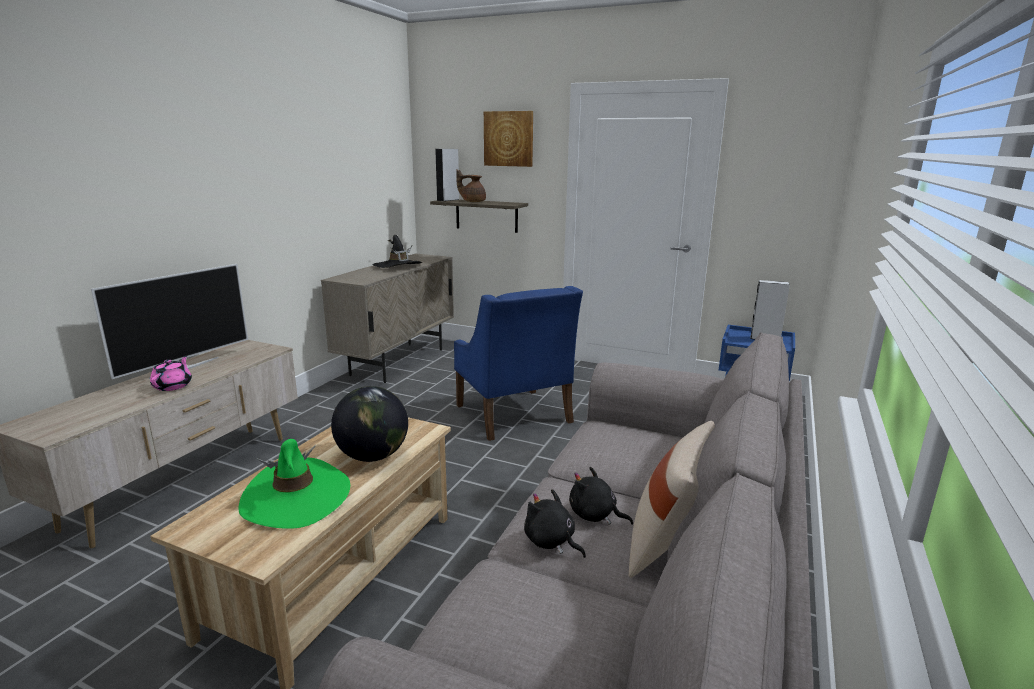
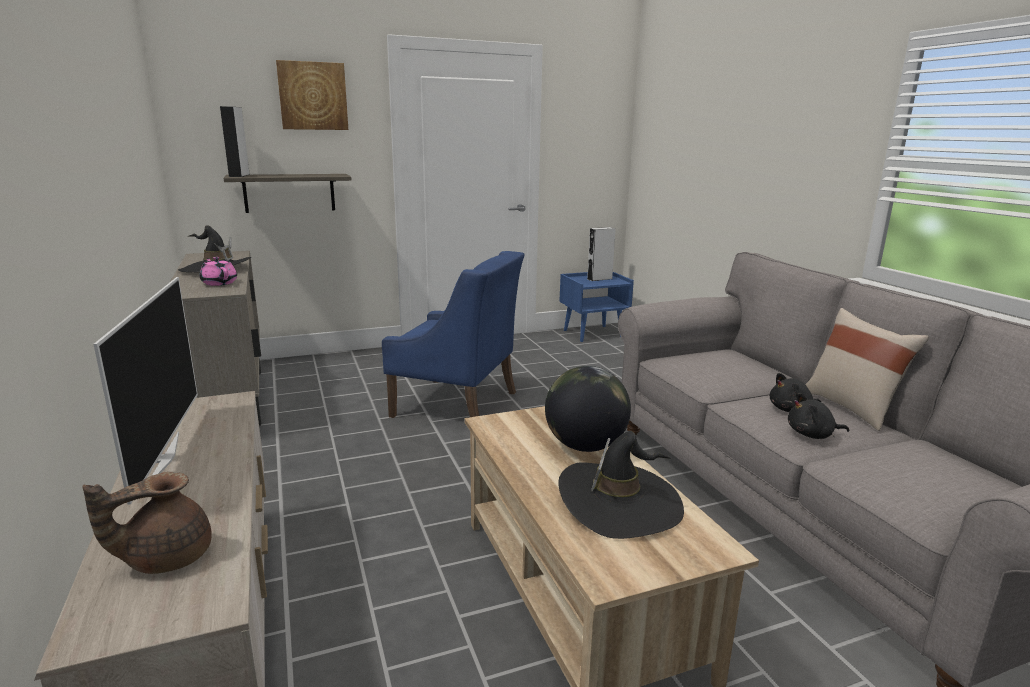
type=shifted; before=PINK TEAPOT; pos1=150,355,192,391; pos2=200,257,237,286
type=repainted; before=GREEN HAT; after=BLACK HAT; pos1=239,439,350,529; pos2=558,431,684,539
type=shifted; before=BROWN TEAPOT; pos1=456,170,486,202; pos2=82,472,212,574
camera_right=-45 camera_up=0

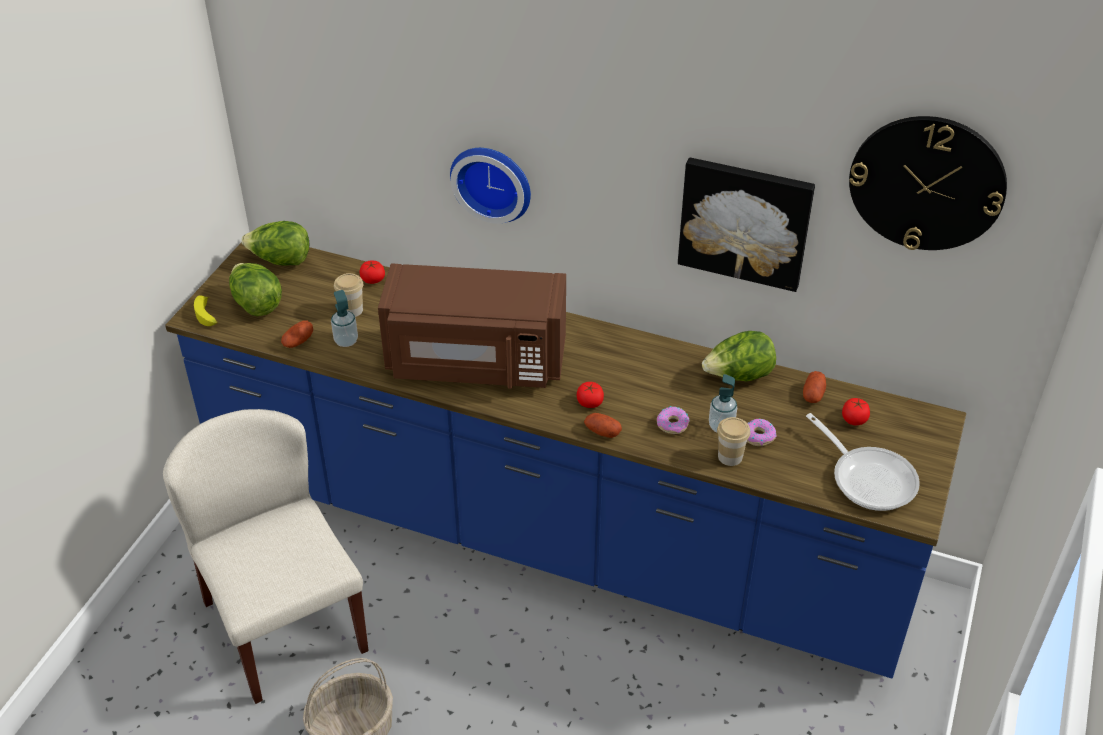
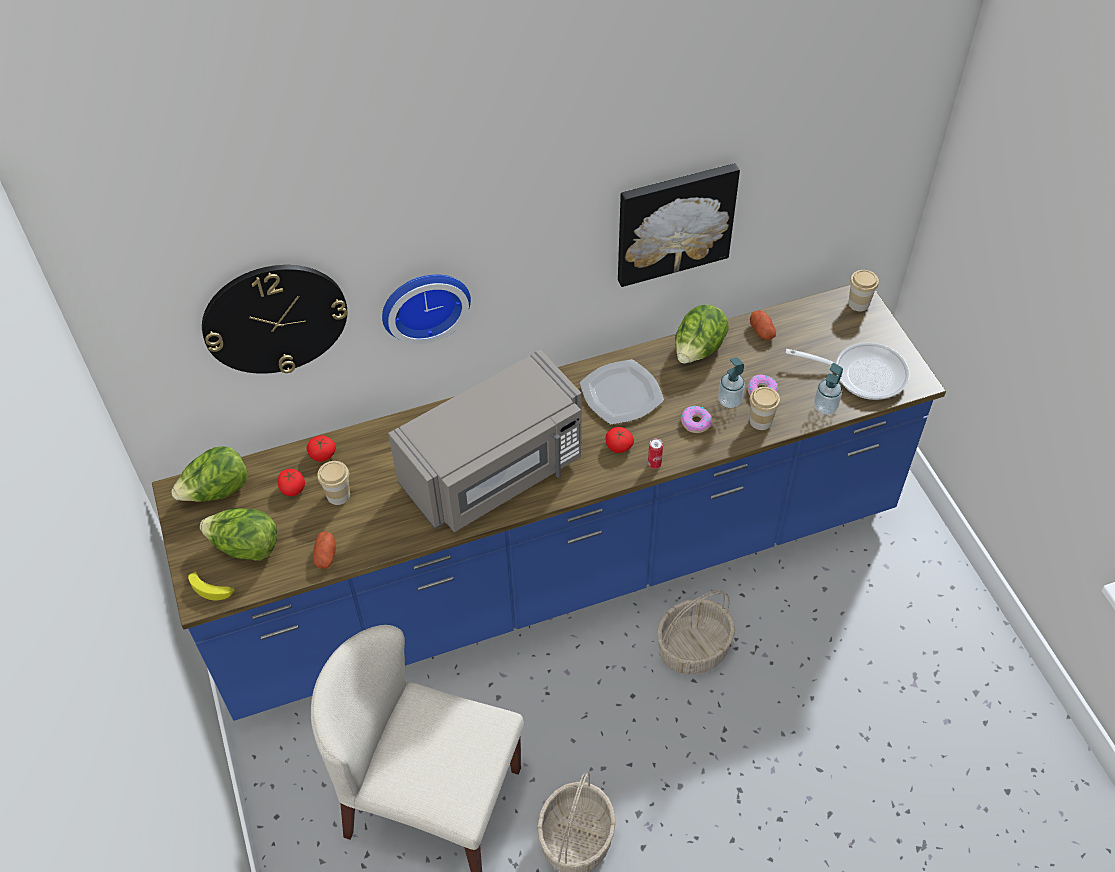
type=shifted; before=SOAP DISPENSER; pos1=331,290,358,347; pos2=814,363,843,415
type=repainted; before=BROWN MICROWAVE; after=GREY MICROWAVE; pos1=378,263,566,389; pos2=388,350,582,532
type=swapped; before=POTATO; after=CAN; pos1=584,413,622,438; pos2=648,438,663,469
type=shifted; before=TOMATO; pos1=842,398,870,425; pos2=277,469,305,496
type=shifted; before=WALL CLOCK; pos1=849,116,1007,250; pos2=202,265,347,374
type=new; after=PLATE; pos2=580,359,664,425
type=new; after=BASKET; pos2=657,590,735,675
type=new; after=CUP; pos2=848,270,879,311
camera_right=-40 camera_up=10

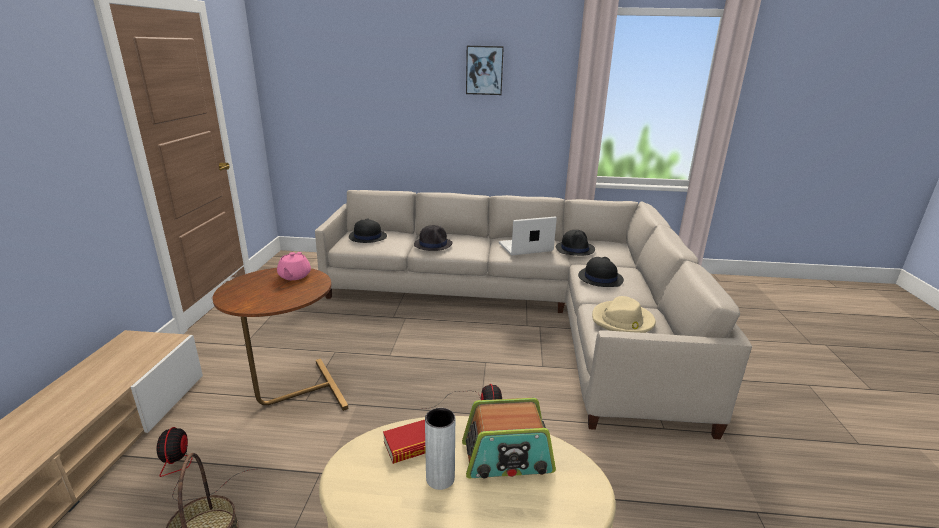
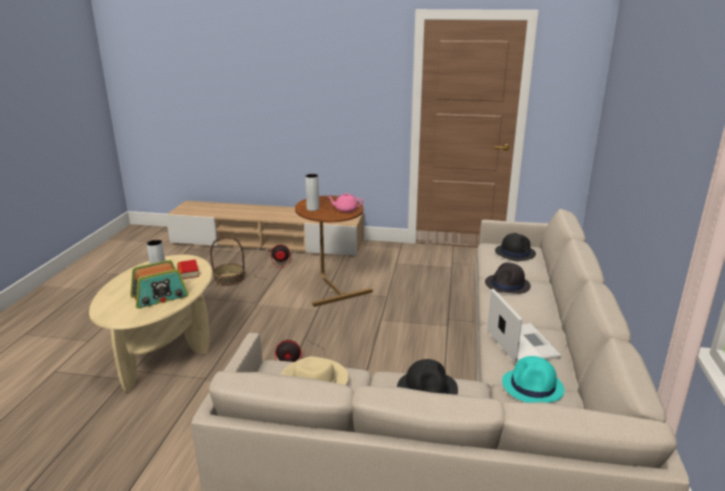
type=rotated; before=RADIO; pos1=462,398,556,478; pos2=130,260,188,309; turn=-120
type=gone; before=PICTURE; pos1=466,46,504,95
type=repainted; before=BLACK HAT; after=TURQUOISE HAT; pos1=556,230,595,256; pos2=502,356,564,403
type=new; after=GREY VASE; pos2=305,174,319,211
camera_right=95 camera_up=0

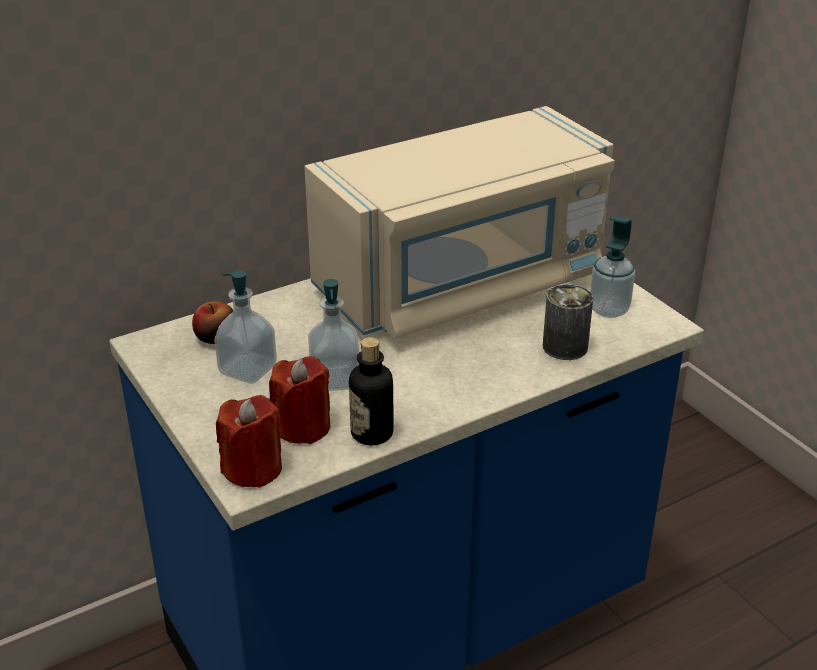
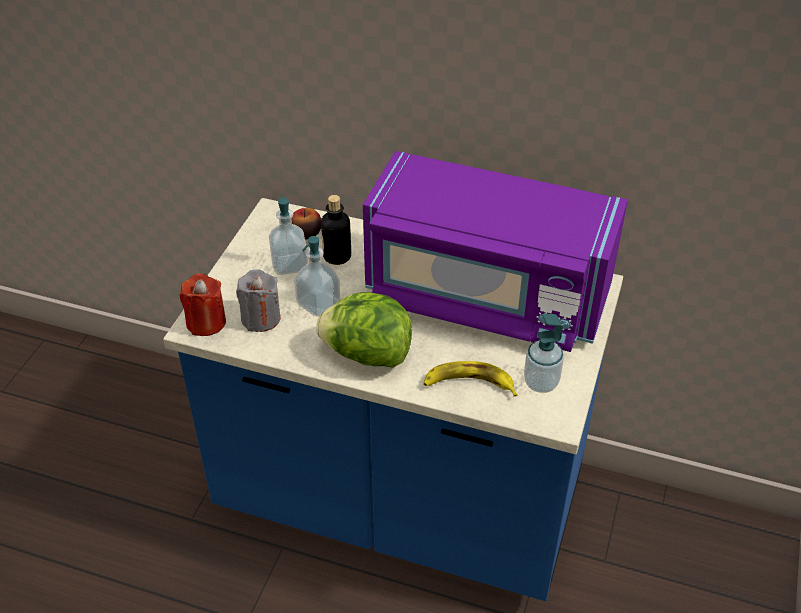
type=repainted; before=RED CANDLE; after=GREY CANDLE; pos1=269,356,331,444; pos2=236,269,281,332
type=repainted; before=BEIGE MICROWAVE; after=PURPLE MICROWAVE; pos1=304,106,615,339; pos2=363,151,628,352
type=shifted; before=BOTTLE; pos1=349,337,394,446; pos2=321,195,351,265
type=swapped; before=CAN; after=BANANA; pos1=543,284,593,360; pos2=423,361,517,397
type=new; after=LETTUCE; pos2=316,292,412,368
camera_right=50 camera_up=10

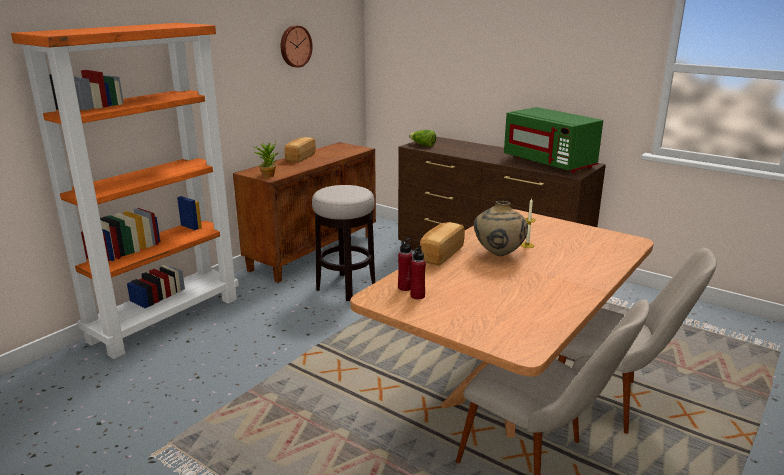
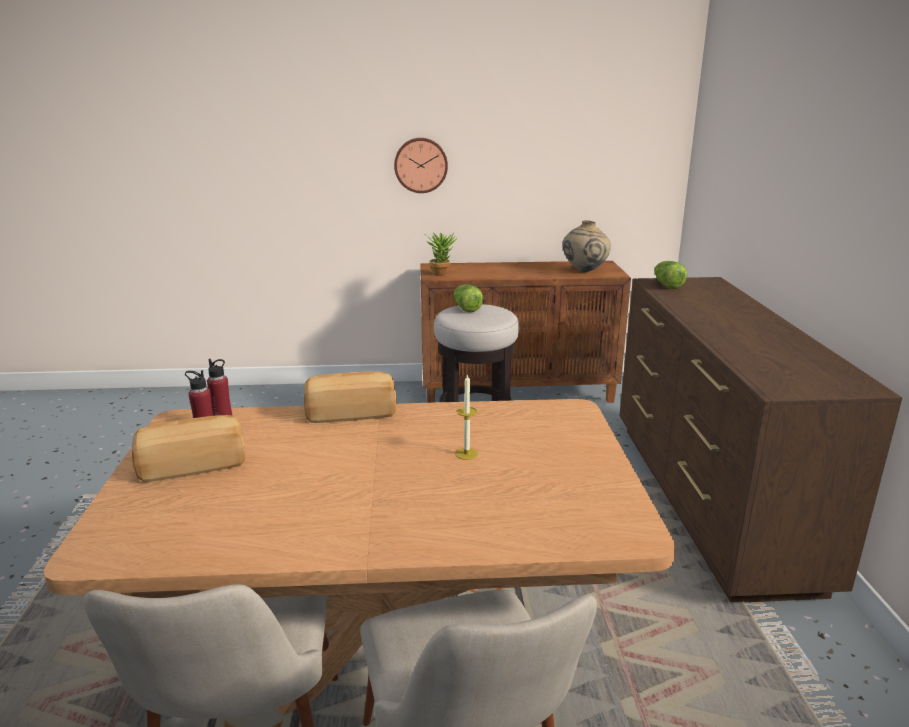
type=gone; before=ORANGE BOOKCASE; pos1=11,23,239,359
type=shifted; before=WALL CLOCK; pos1=281,25,313,68; pos2=394,138,448,193
type=shifted; before=BREAD; pos1=284,137,316,162; pos2=132,415,245,482
type=shifted; before=BEIGE VASE; pos1=474,201,528,256; pos2=562,220,611,272
type=gone; before=GREEN MICROWAVE; pos1=504,107,603,173
type=new; after=LETTUCE; pos2=454,284,484,313
camera_right=50 camera_up=0

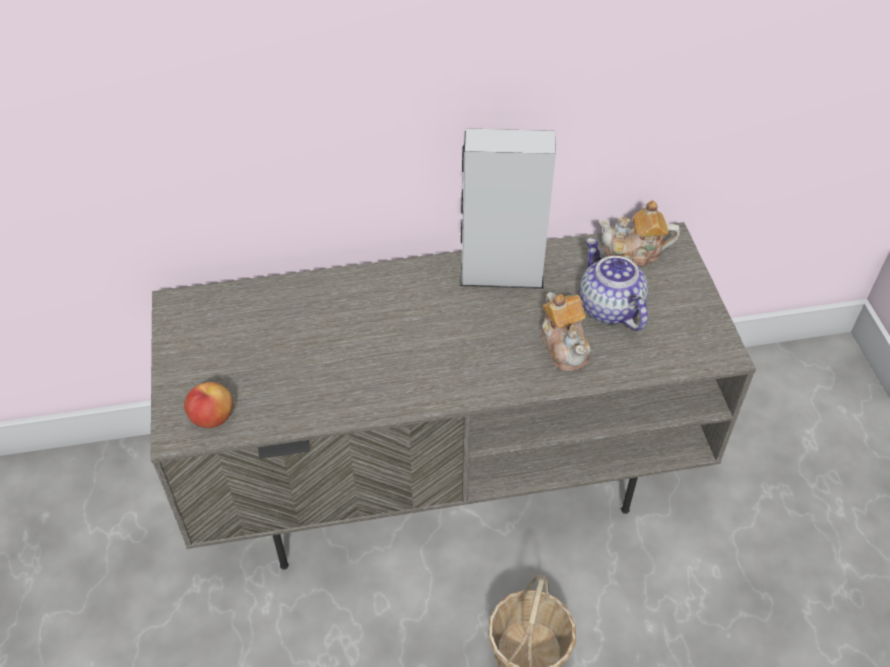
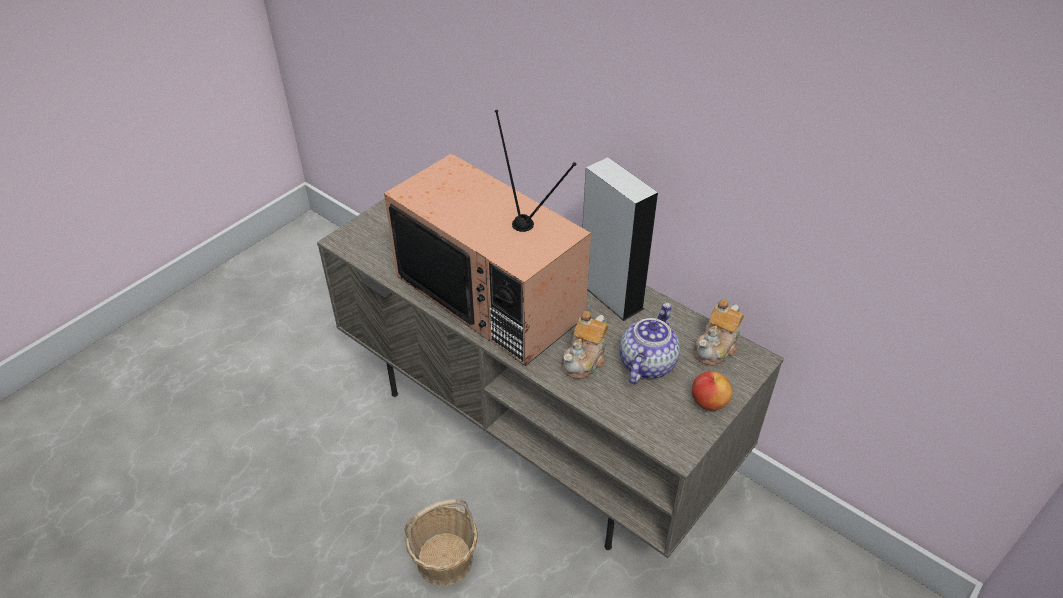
type=shifted; before=APPLE; pos1=184,382,233,428; pos2=692,371,733,411
type=rotated; before=TEAPOT; pos1=599,200,680,267; pos2=693,299,744,366; turn=-105
type=new; after=TELEVISION; pos2=384,110,591,366
camera_right=50 camera_up=-5

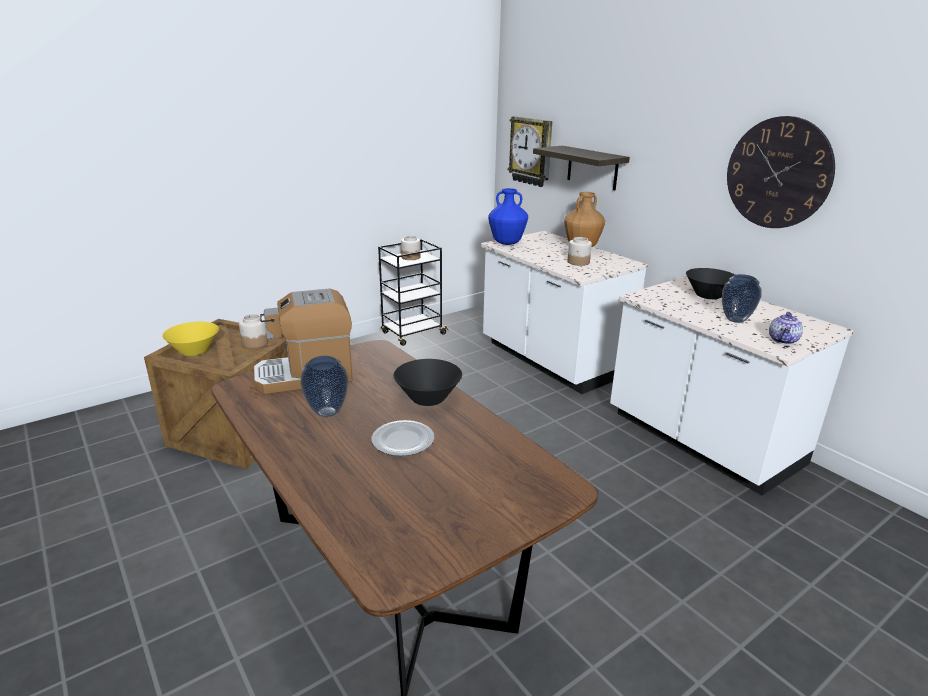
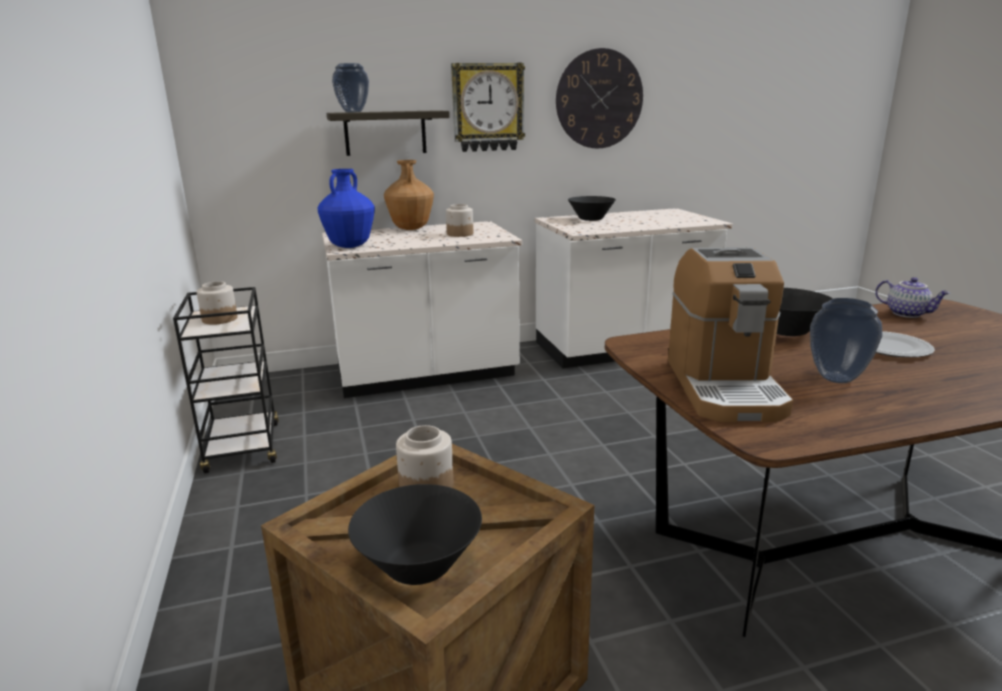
type=repainted; before=YELLOW BOWL; after=BLACK BOWL; pos1=162,322,219,356; pos2=348,484,482,585
type=shifted; before=WALL CLOCK; pos1=508,116,552,187; pos2=451,63,525,152
type=shifted; before=VASE; pos1=722,274,761,323; pos2=332,63,369,112
type=shifted; before=TEAPOT; pos1=769,312,803,345; pos2=875,277,950,318
camera_right=-70 camera_up=-5

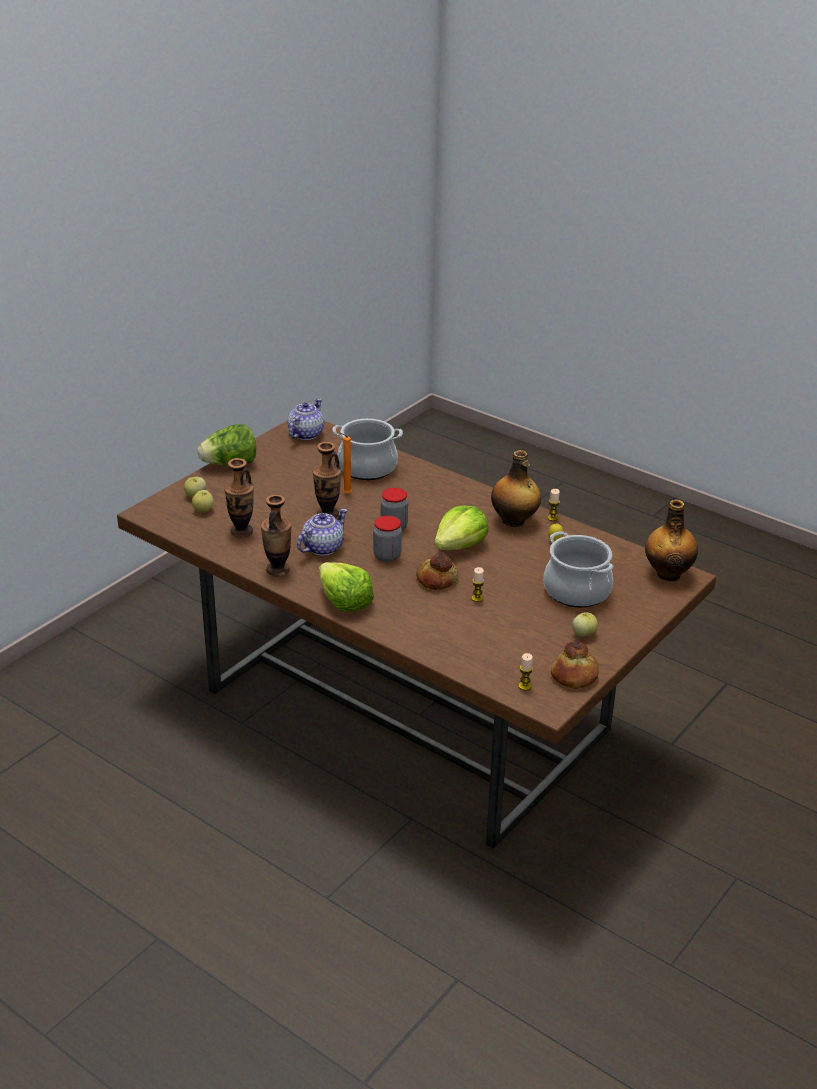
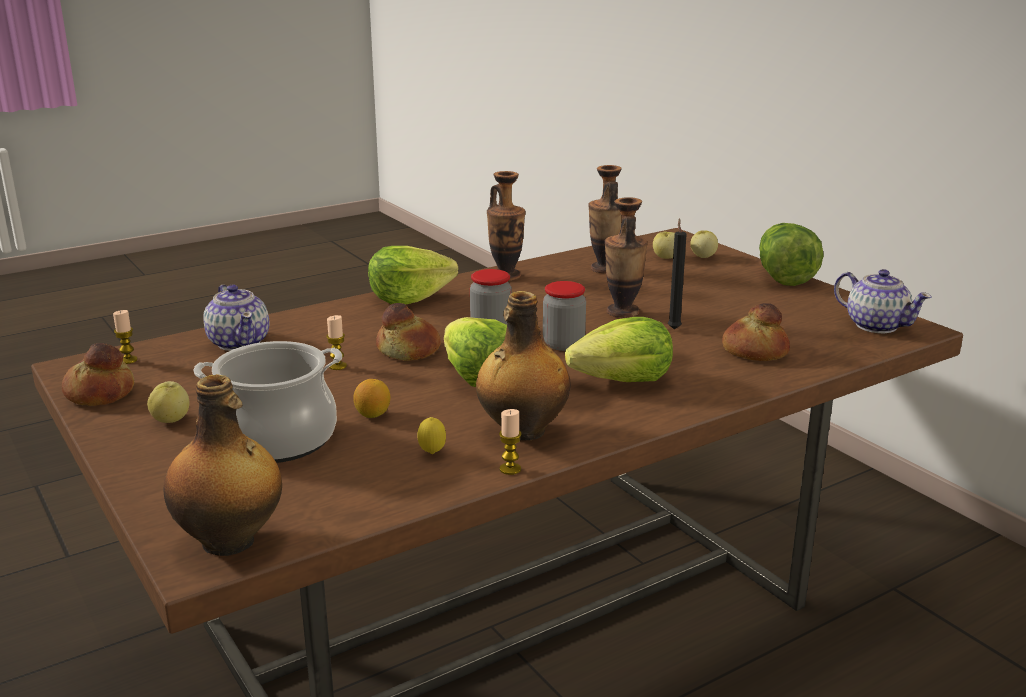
type=shifted; before=TEAPOT; pos1=297,509,347,556; pos2=203,285,270,351
type=swapped; before=COOKING POT; after=BREAD; pos1=332,419,403,480; pos2=722,303,790,361
type=repainted; before=ORANGE CANDLE; after=BLACK CANDLE; pos1=340,433,352,494; pos2=668,218,687,329
type=new; after=LEMON; pos2=353,379,390,418
type=new; after=LETTUCE; pos2=565,317,673,382
camera_right=110 camera_up=-10

